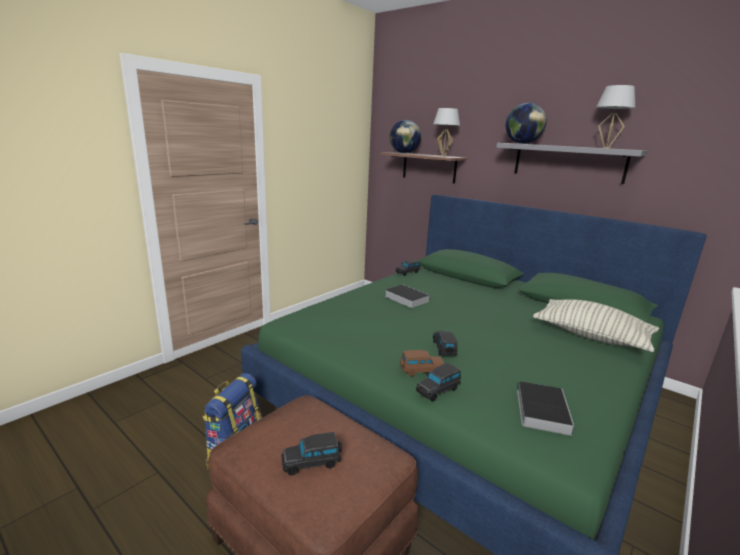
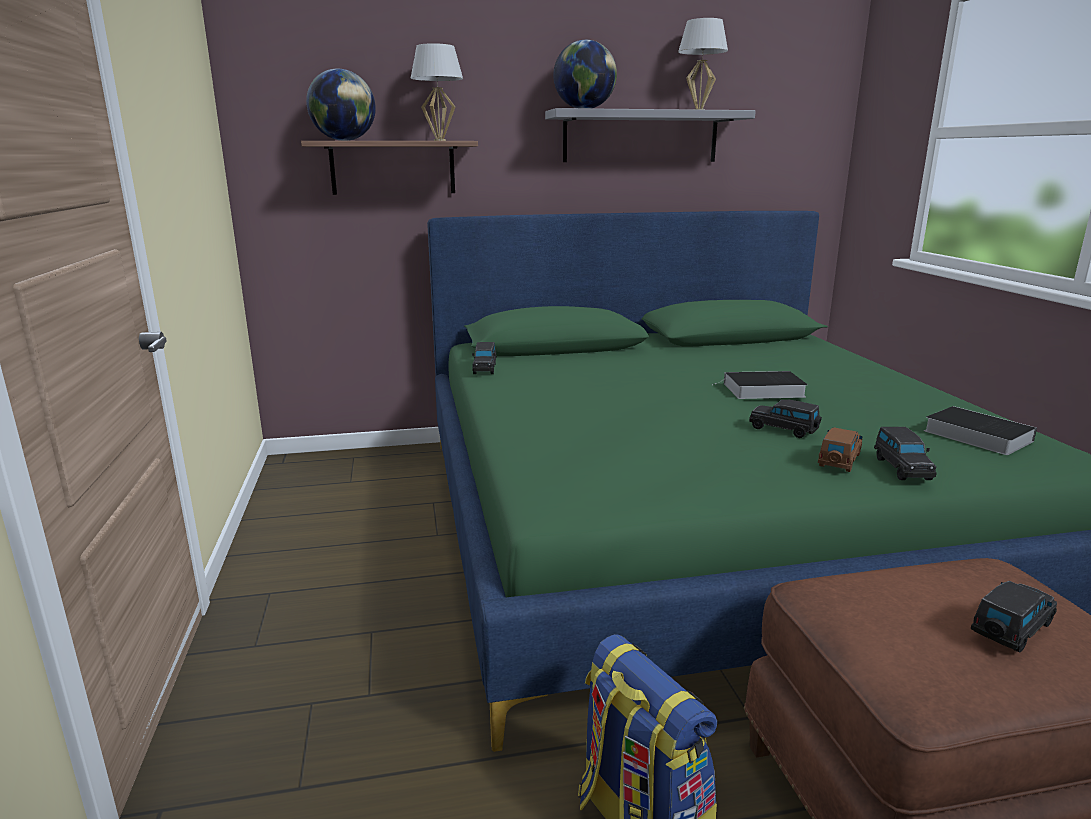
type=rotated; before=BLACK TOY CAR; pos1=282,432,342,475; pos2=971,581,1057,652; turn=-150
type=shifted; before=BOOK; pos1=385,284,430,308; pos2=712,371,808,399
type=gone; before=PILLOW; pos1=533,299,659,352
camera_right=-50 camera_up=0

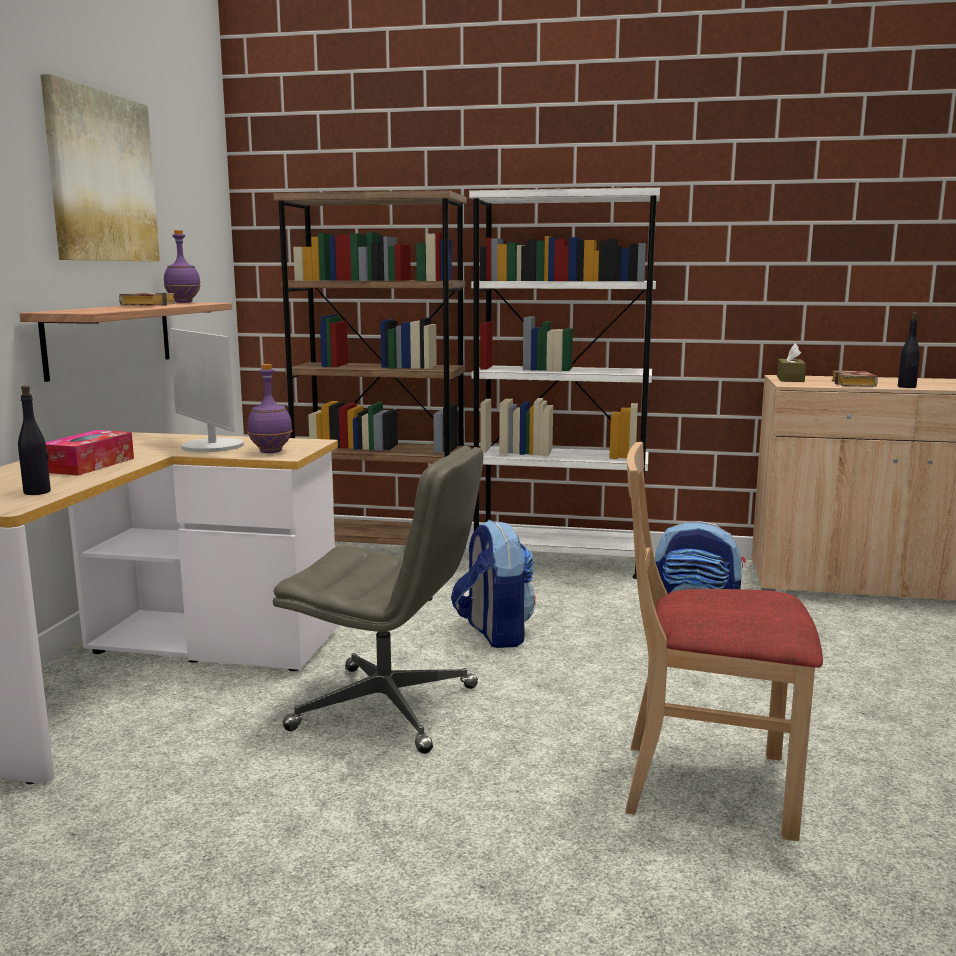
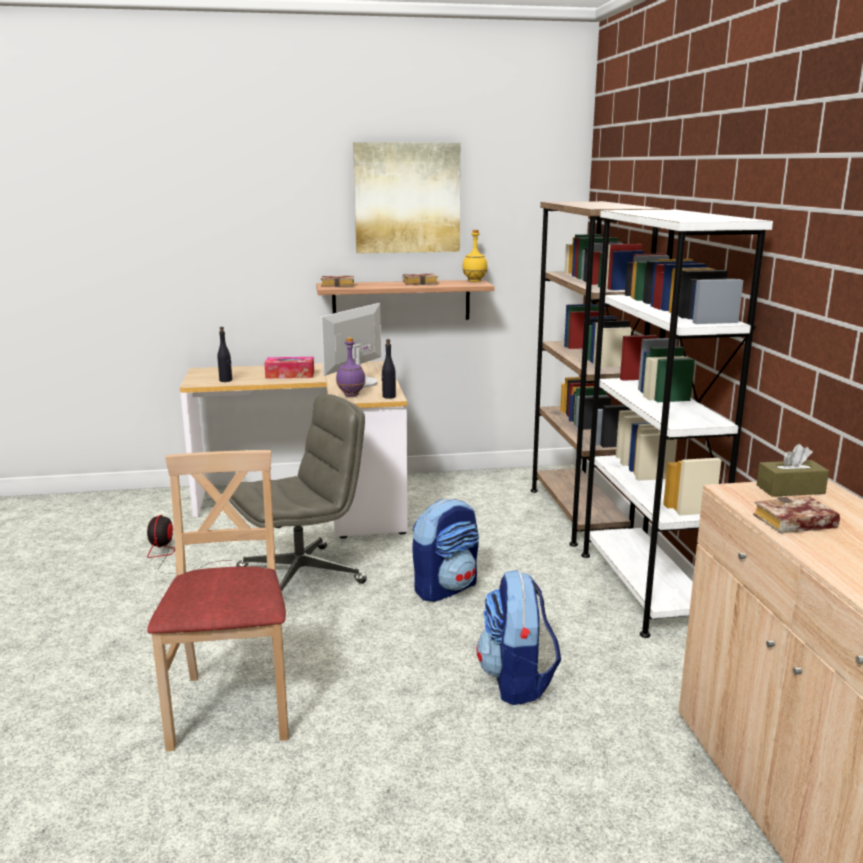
type=repainted; before=PURPLE BOTTLE; after=YELLOW BOTTLE; pos1=164,230,201,303; pos2=462,230,488,282
type=rotated; before=GREY OFFICE CHAIR; pos1=273,446,483,754; pos2=229,394,367,592; turn=-120
type=shifted; before=BLACK BOTTLE; pos1=898,313,920,388; pos2=382,339,396,399
type=new; after=FAN; pos2=147,515,233,573
type=new; after=BOOK; pos2=321,276,354,287
camera_right=70 camera_up=5

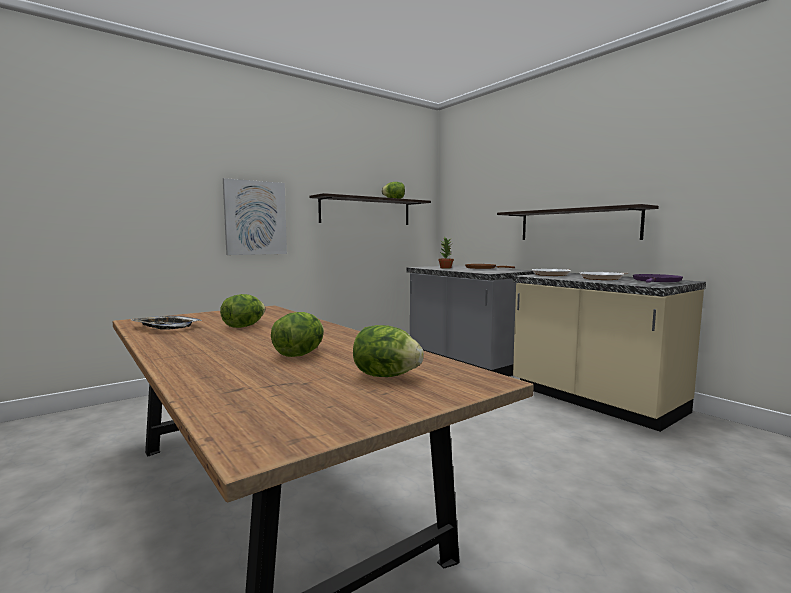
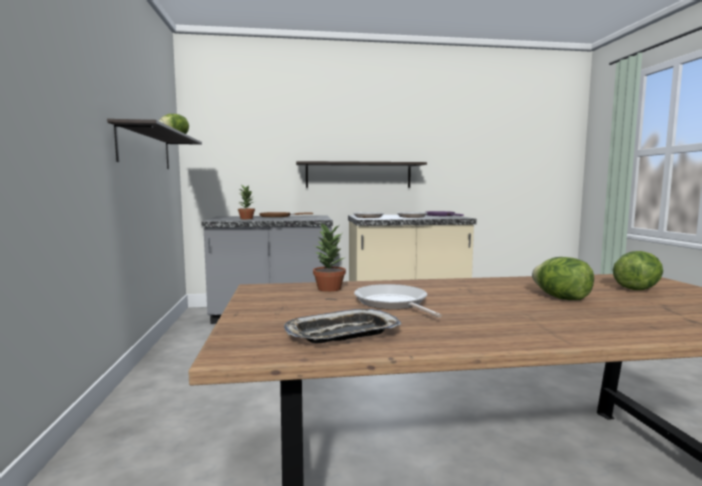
type=swapped; before=LETTUCE; after=FRYING PAN; pos1=220,294,265,328; pos2=354,284,442,317
type=gone; before=PICTURE; pos1=223,178,287,255
type=new; after=POTTED PLANT; pos2=313,222,346,292
camera_right=-60 camera_up=0

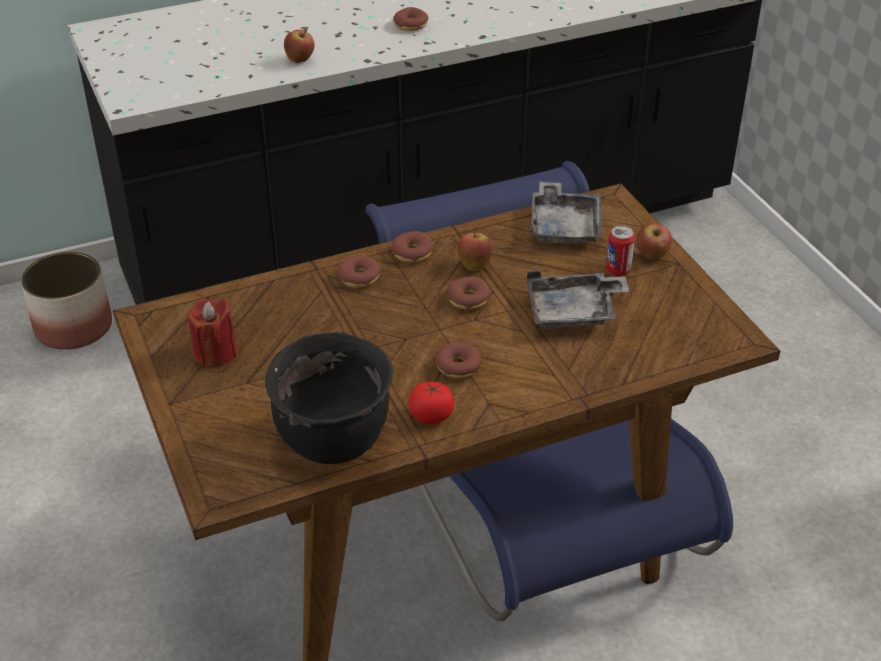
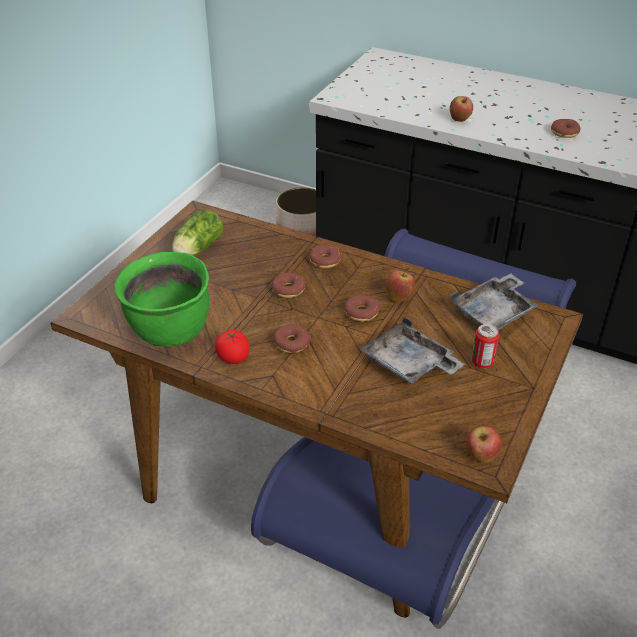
type=swapped; before=RED CANDLE; after=LETTUCE; pos1=188,298,237,367; pos2=172,210,223,256
type=repainted; before=BLACK COOKING POT; after=GREEN COOKING POT; pos1=265,332,393,464; pos2=114,252,209,346
type=shifted; before=DONUT; pos1=392,231,433,263; pos2=272,273,306,298
type=shifted; before=APPLE; pos1=637,223,672,260; pos2=466,425,502,463
camera_right=50 camera_up=0

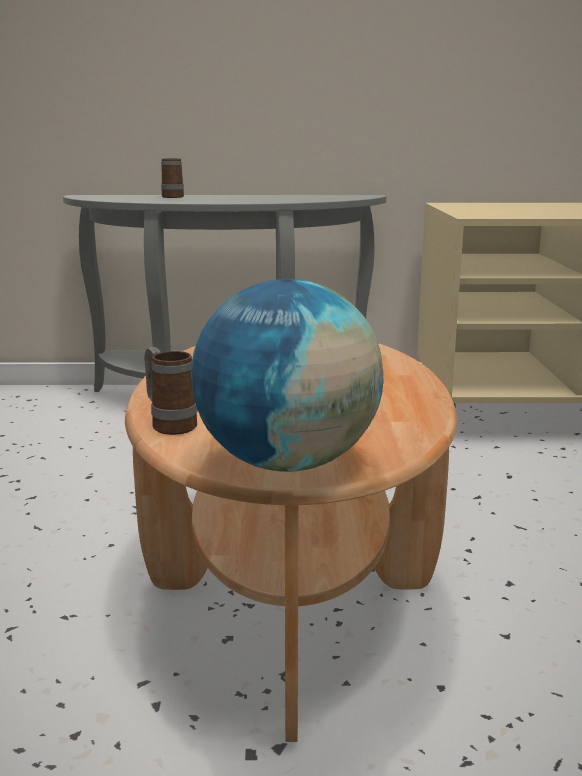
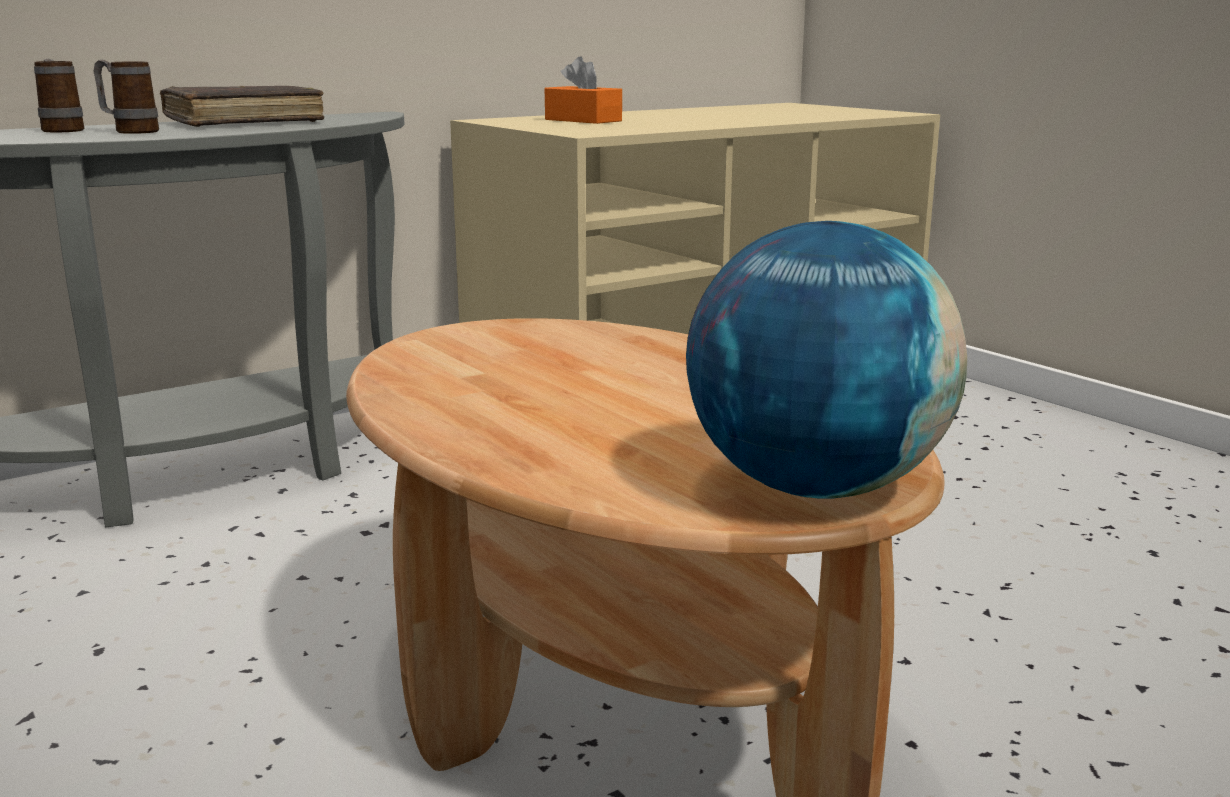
type=shifted; before=MUG; pos1=144,347,197,435; pos2=93,59,159,134
type=new; after=BROWN BOOK; pos2=160,86,324,127
type=new; after=ORANGE TISSUE BOX; pos2=545,56,622,124
camera_right=-35 camera_up=0

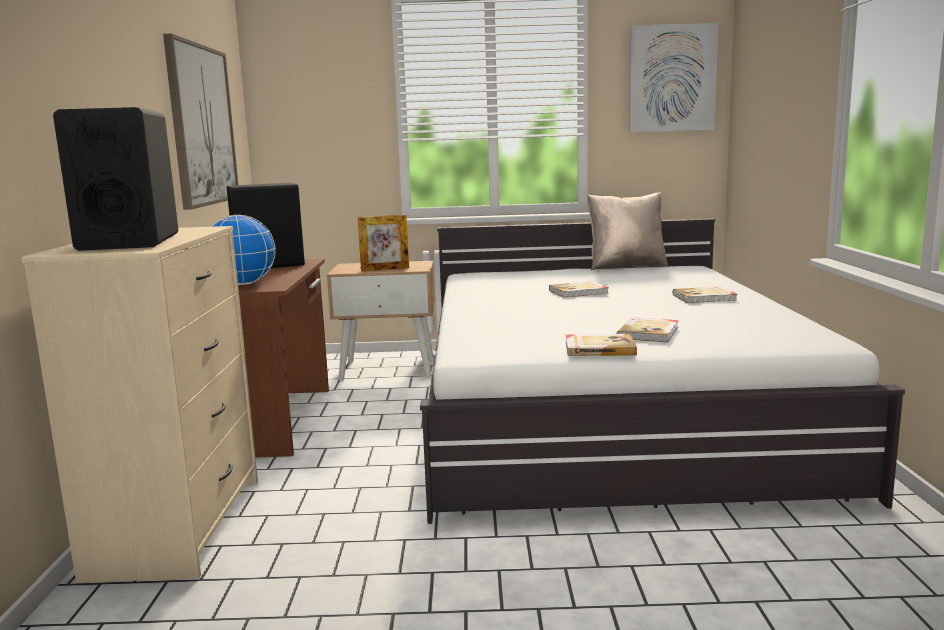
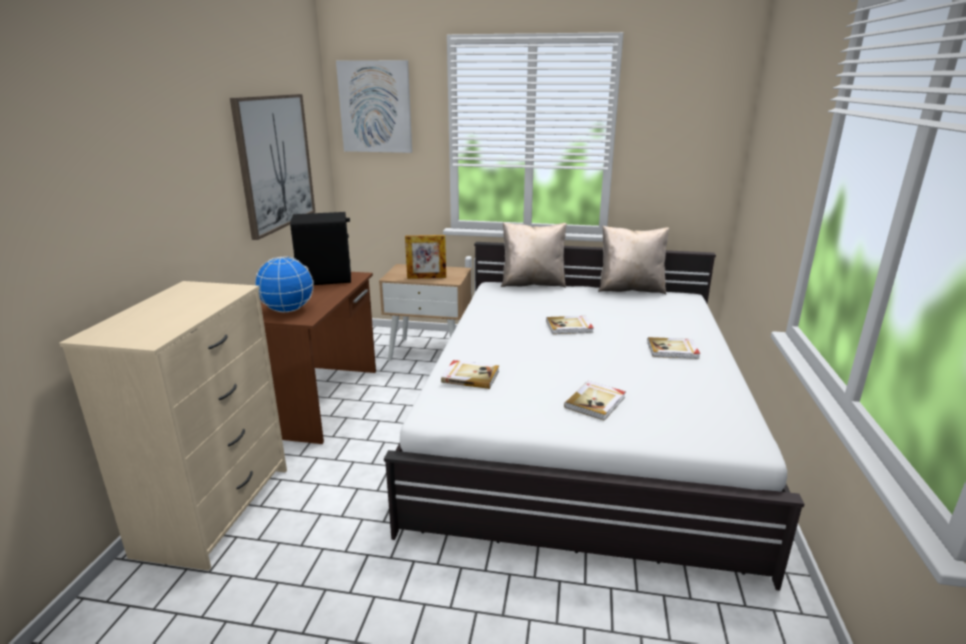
type=gone; before=BLACK SPEAKER; pos1=53,107,179,251
type=shifted; before=BOOK; pos1=566,334,637,356; pos2=441,360,499,389
type=shifted; before=PICTURE; pos1=629,23,719,132; pos2=336,60,412,153
type=new; after=BEIGE PILLOW; pos2=501,222,567,288
camera_right=10 camera_up=10

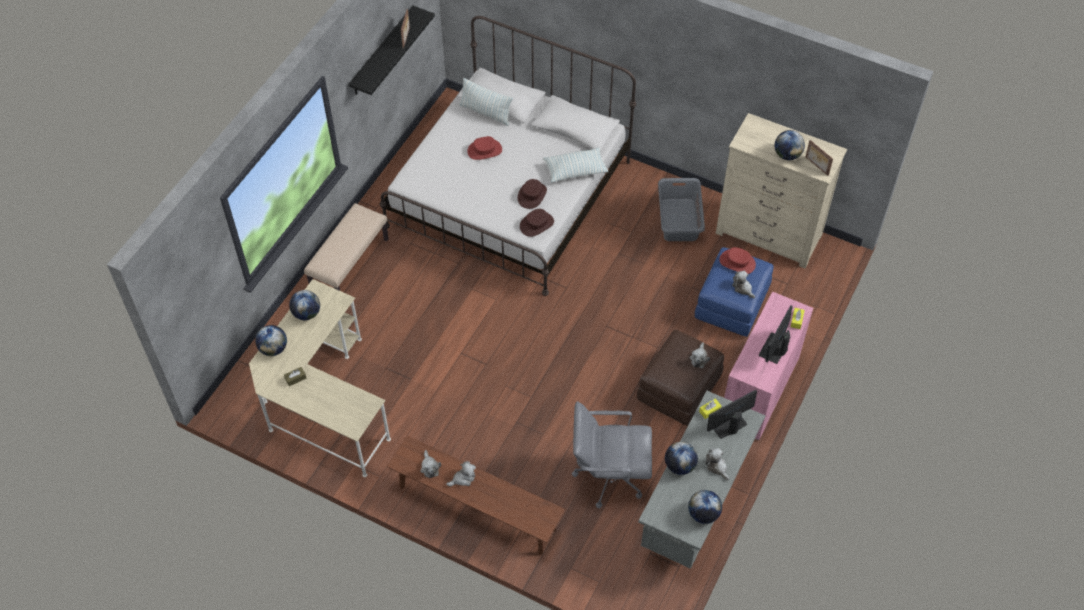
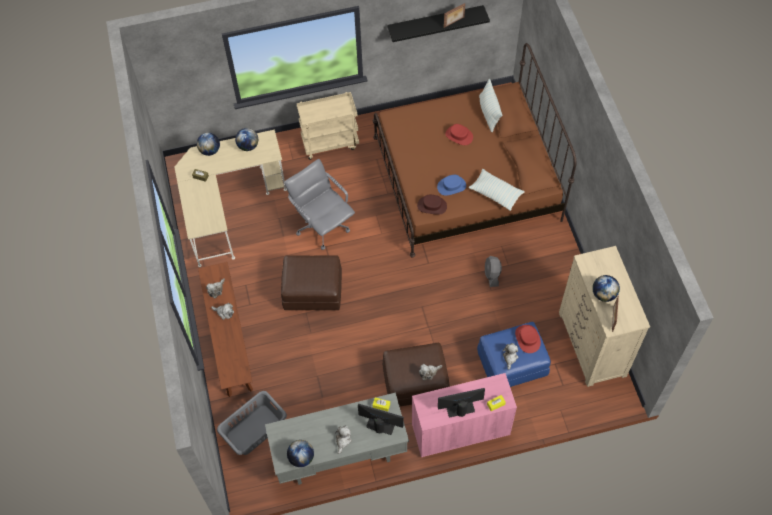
type=swapped; before=BEIGE BENCH; after=BEIGE CART; pos1=304,203,388,291; pos2=297,92,359,160
type=repainted; before=WHITE BED; after=BROWN BED; pos1=380,16,636,296; pos2=373,43,576,258
type=repainted; before=BROWN HAT; after=BLUE HAT; pos1=518,179,547,209; pos2=437,175,466,196
type=shifted; before=GREY OFFICE CHAIR; pos1=572,401,652,508; pos2=284,159,355,250
type=shifted; before=GREY LAUNDRY BASKET; pos1=658,178,705,241; pos2=217,391,287,455
type=gone; before=GLOBE; pos1=665,442,698,475
type=new; after=BROWN OTTOMAN; pos2=281,255,342,310
type=new; after=GREY FAN; pos2=485,256,502,287
camera_right=50 camera_up=5

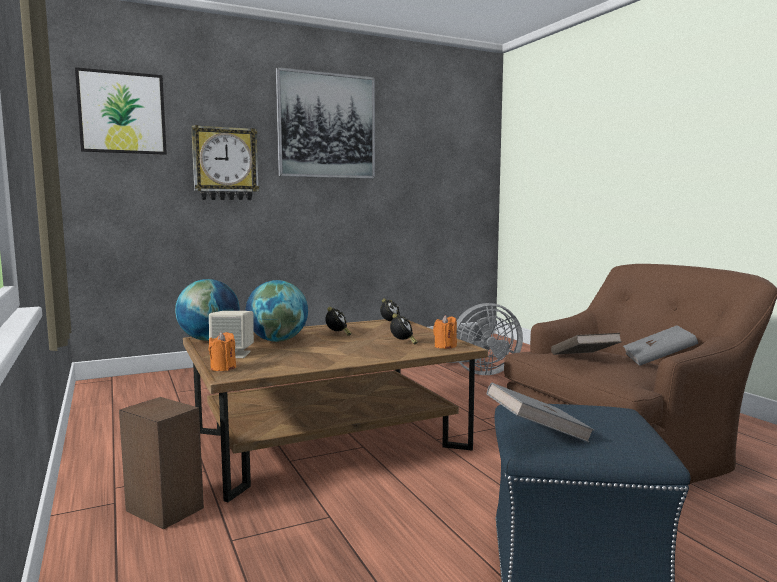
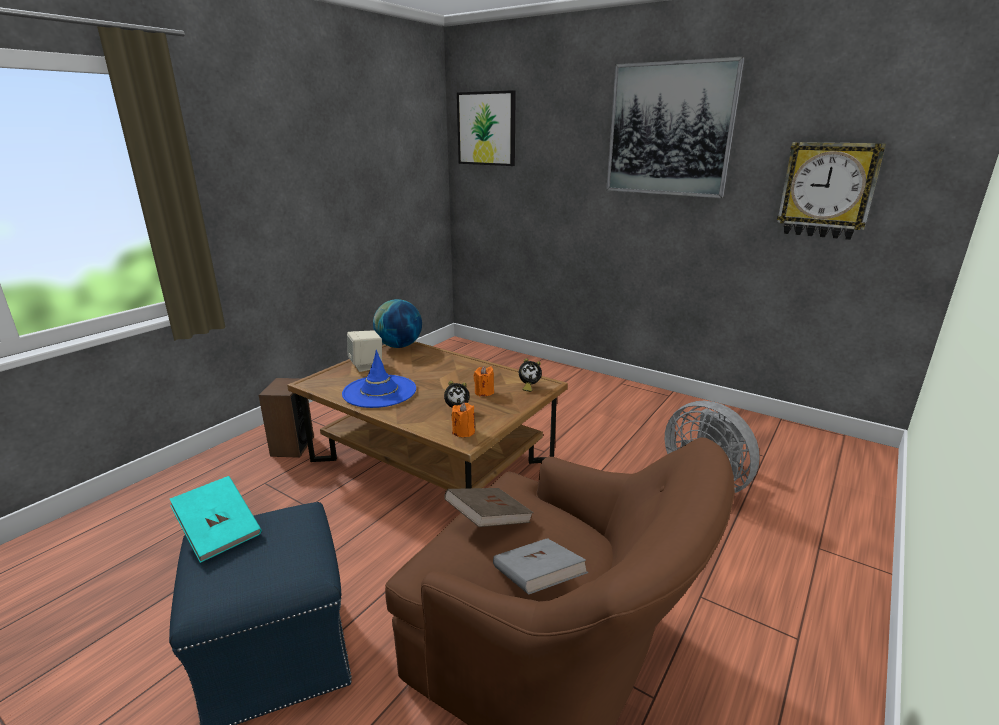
type=shifted; before=WALL CLOCK; pos1=191,125,259,200; pos2=777,142,886,240
type=shifted; before=ORANGE CANDLE; pos1=209,332,236,371; pos2=473,366,494,396
type=gone; before=GLOBE; pos1=246,280,308,342
type=gone; before=ALARM CLOCK; pos1=326,307,352,336
type=repainted; before=GREY BOOK; after=TURQUOISE BOOK; pos1=487,383,594,442; pos2=170,476,262,563
type=new; after=BLUE HAT; pos2=342,350,416,408
camera_right=60 camera_up=15

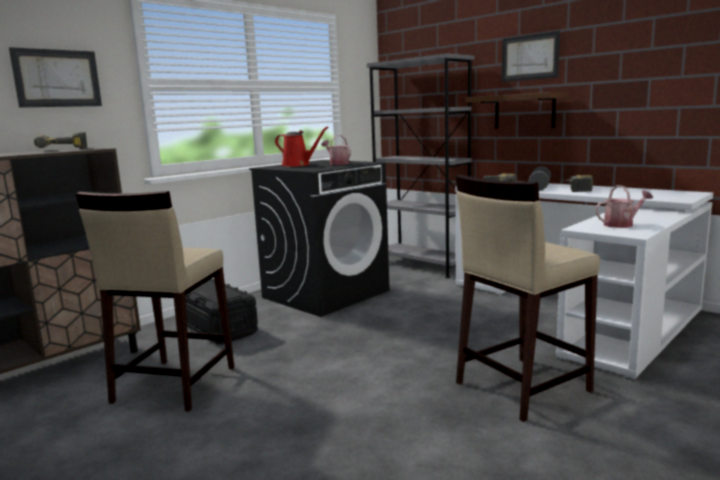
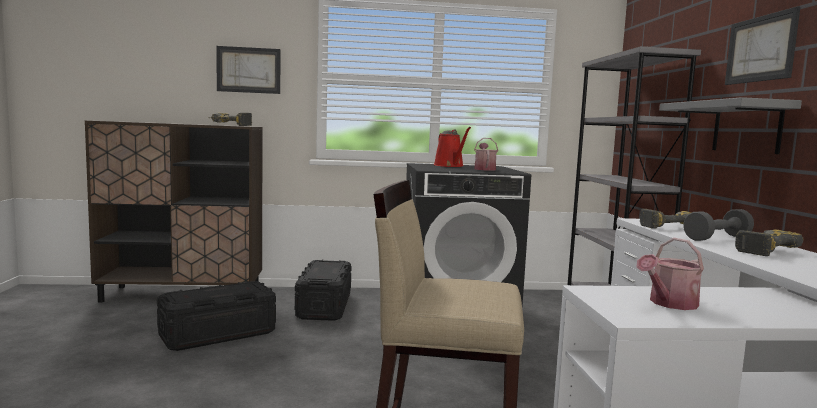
type=swapped; before=BEIGE STOOL; after=BLACK STORAGE BOX; pos1=75,191,235,412; pos2=157,281,276,351
type=repainted; before=BROWN SHELF; after=GREY SHELF; pos1=466,92,569,129; pos2=659,97,802,154
type=rotated; before=WATERING CAN; pos1=595,185,653,228; pos2=637,238,704,310; turn=120
camera_right=40 camera_up=-5

